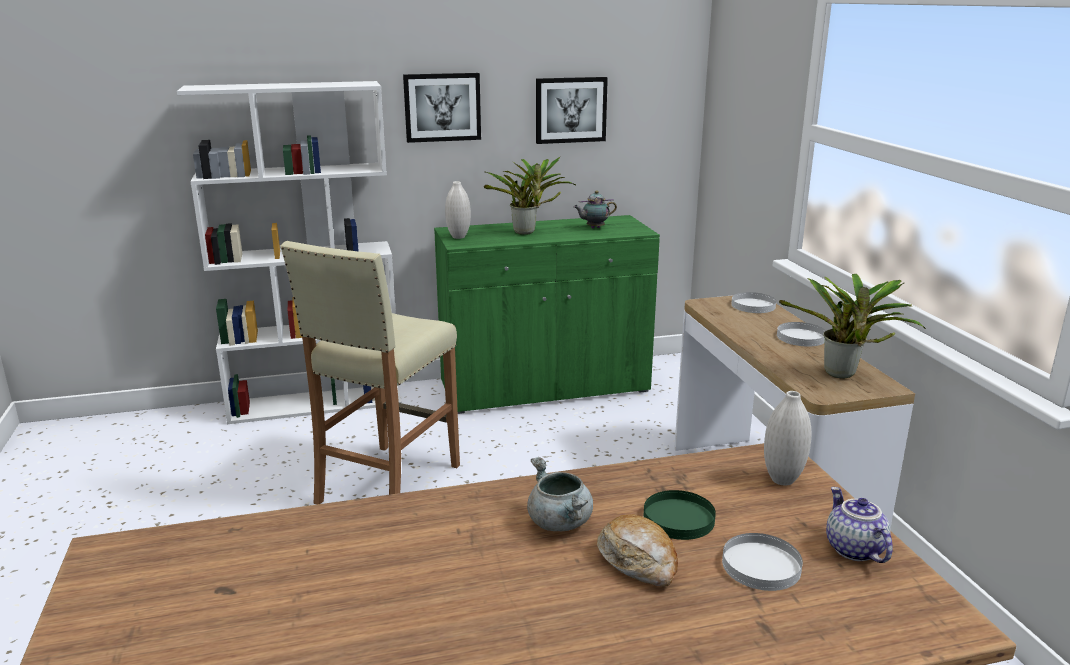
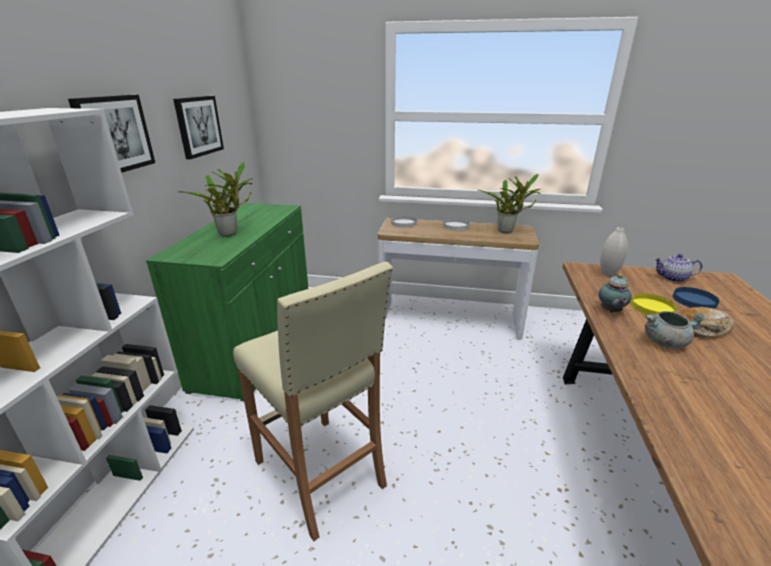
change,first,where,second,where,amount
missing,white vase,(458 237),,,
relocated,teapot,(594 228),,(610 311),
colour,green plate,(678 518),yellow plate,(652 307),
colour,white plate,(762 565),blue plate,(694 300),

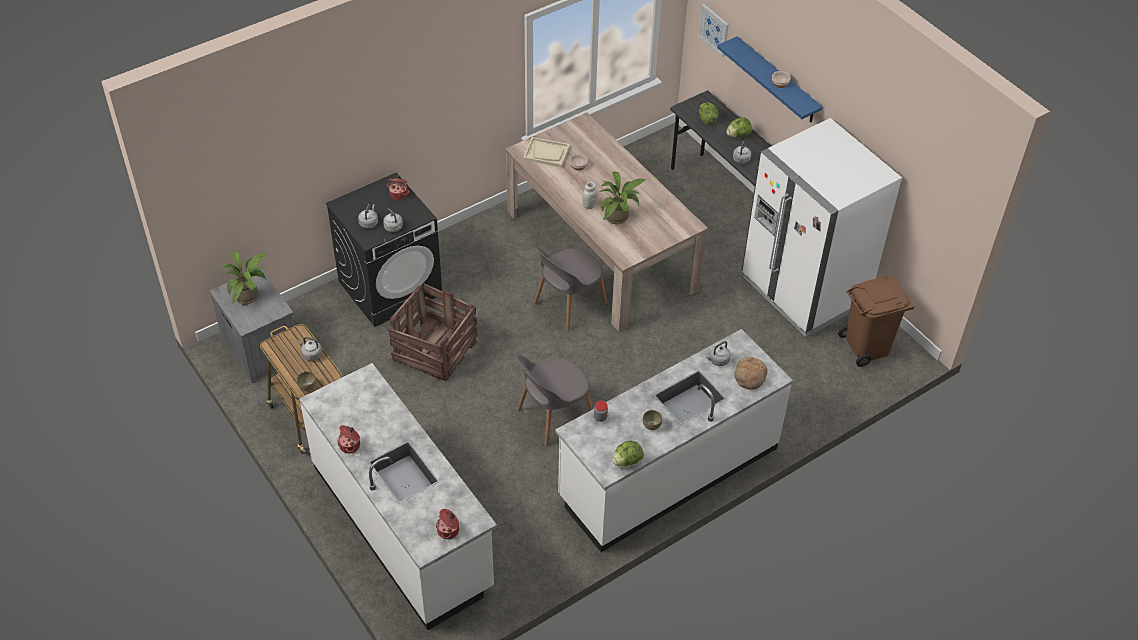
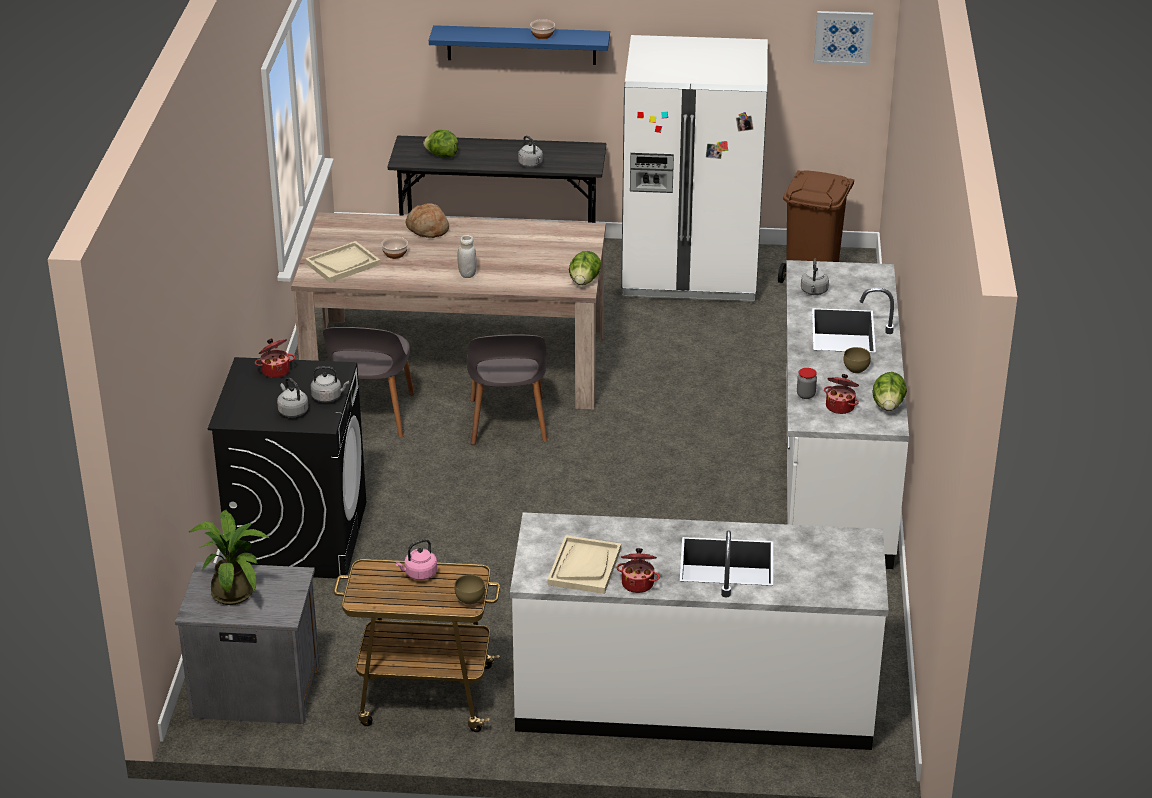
change,first,where,second,where,amount
relocated,picture,(714 30),,(843 37),
relocated,lettuce,(738 135),,(584 281),
missing,potted plant,(619 216),,,
missing,crate,(435 349),,,
colour,grey kettle,(311 354),pink kettle,(419 574),
relocated,grey chair,(553 416),,(371 415),
relocated,bread,(749 376),,(427 229),
relocated,cooking pot,(449 530),,(840 406),
appeared,,,beige tray,(584 566),

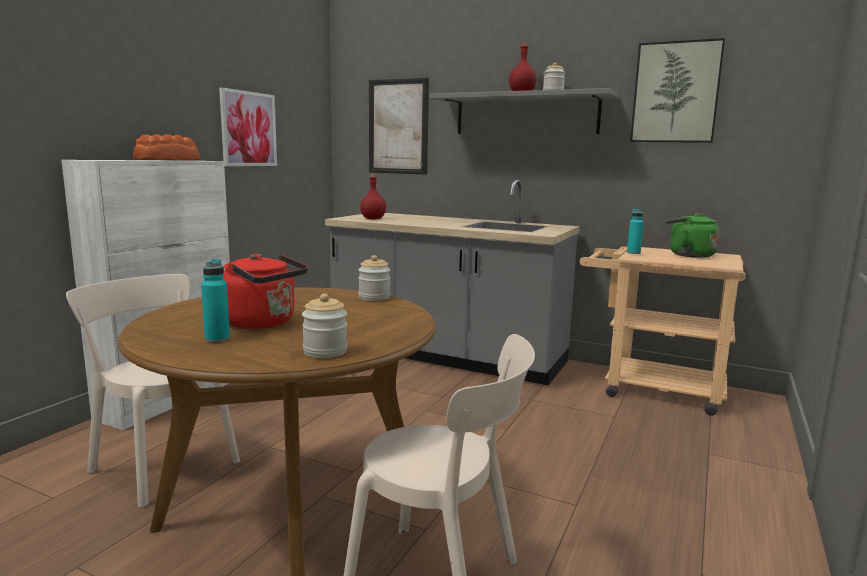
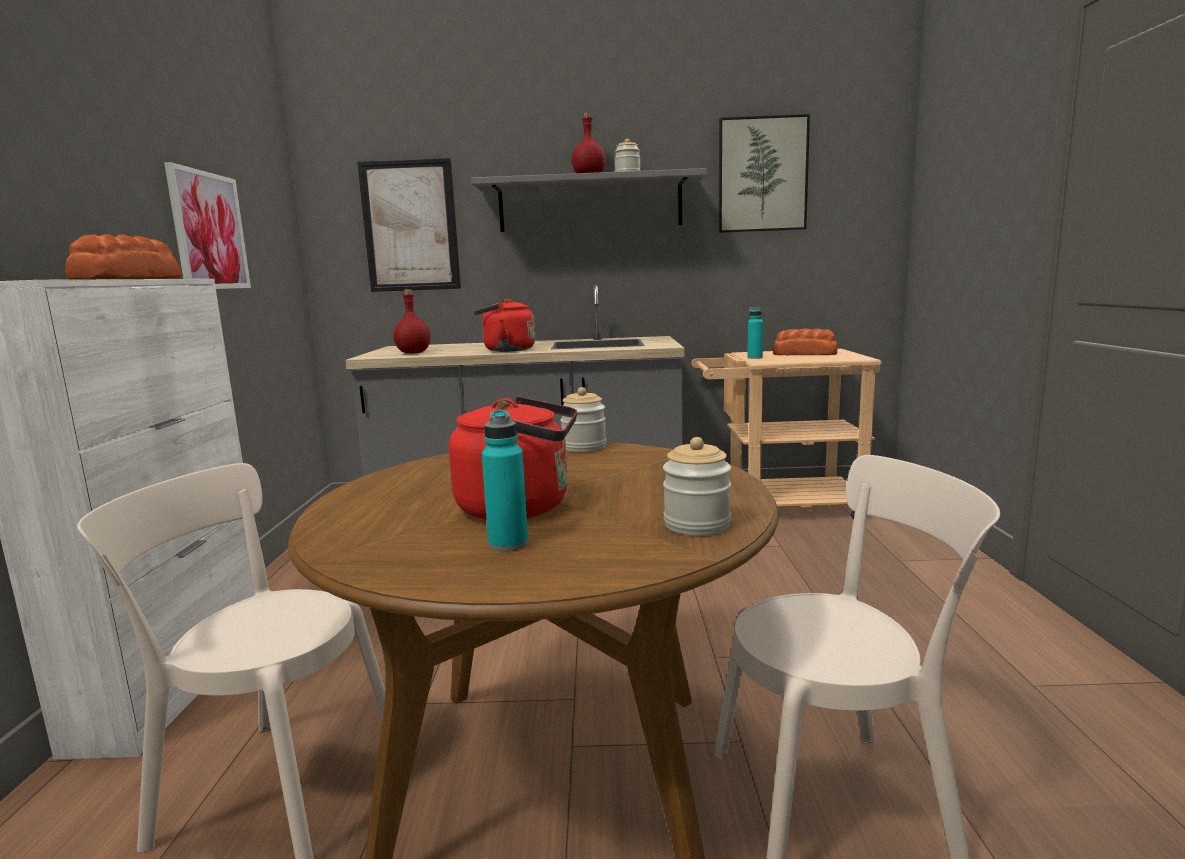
change,first,where,second,where,amount
exchanged,green kettle,(688 255),bread,(803 354),
appeared,,,red kettle,(505 350),

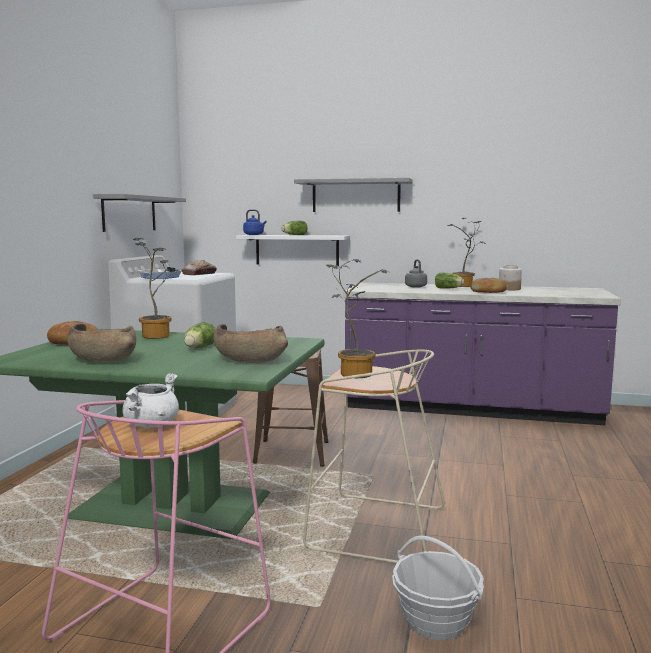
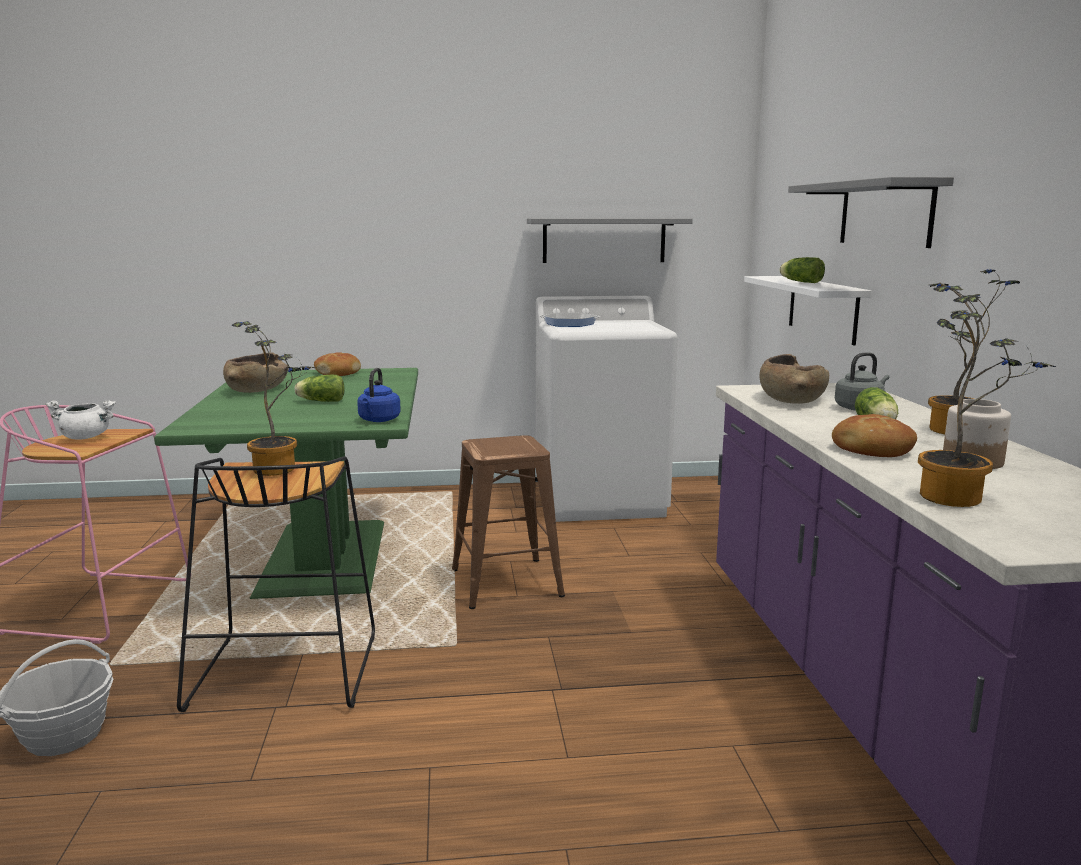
change,first,where,second,where,amount
relocated,blue kettle,(254 235),,(378 420),
relocated,potted plant,(159 335),,(960 498),
missing,bread,(199 274),,,
relocated,brown bowl,(249 360),,(791 399),
colour,beige stool,(374 529),black stool,(284 670),

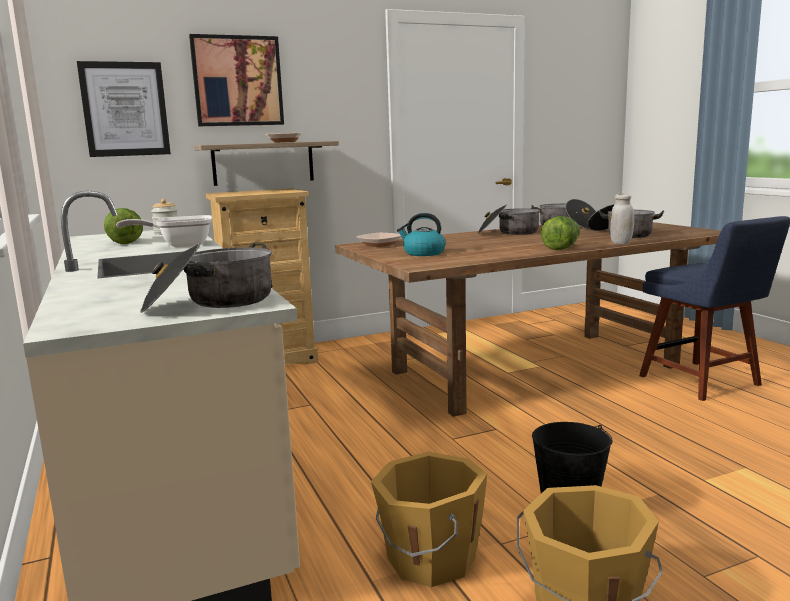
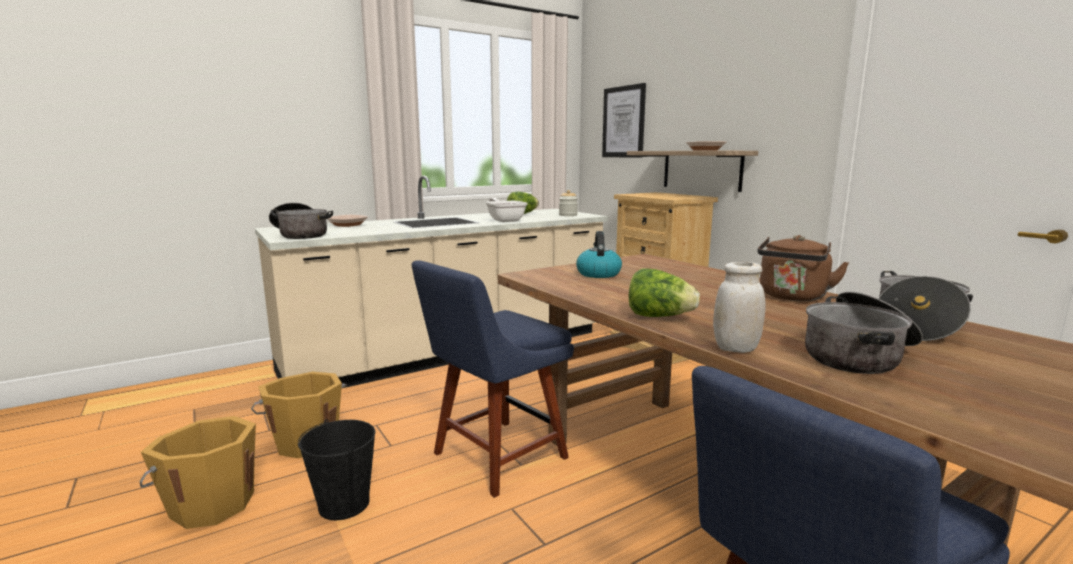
change,first,where,second,where,amount
missing,picture,(237 81),,,
exchanged,cooking pot,(509 233),brown kettle,(792 297),
relocated,bowl,(379 245),,(347 225),
appeared,,,blue chair,(494 458),

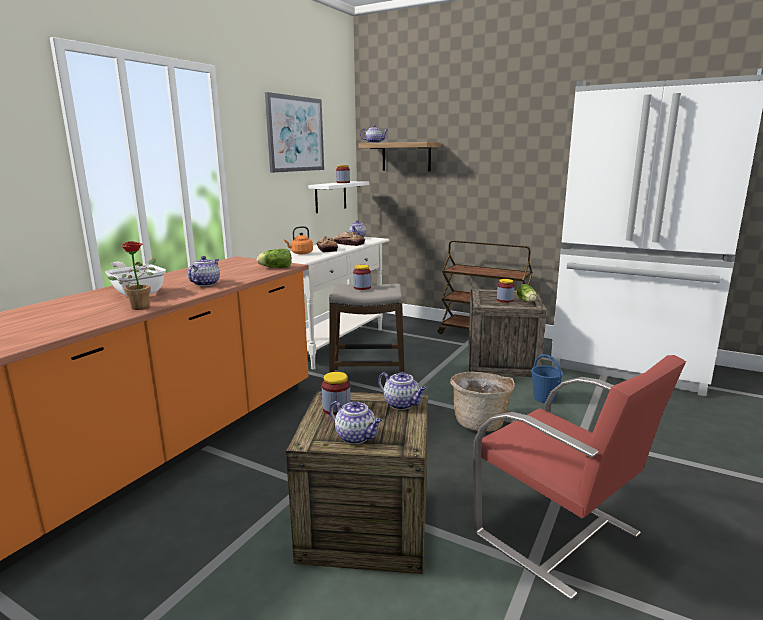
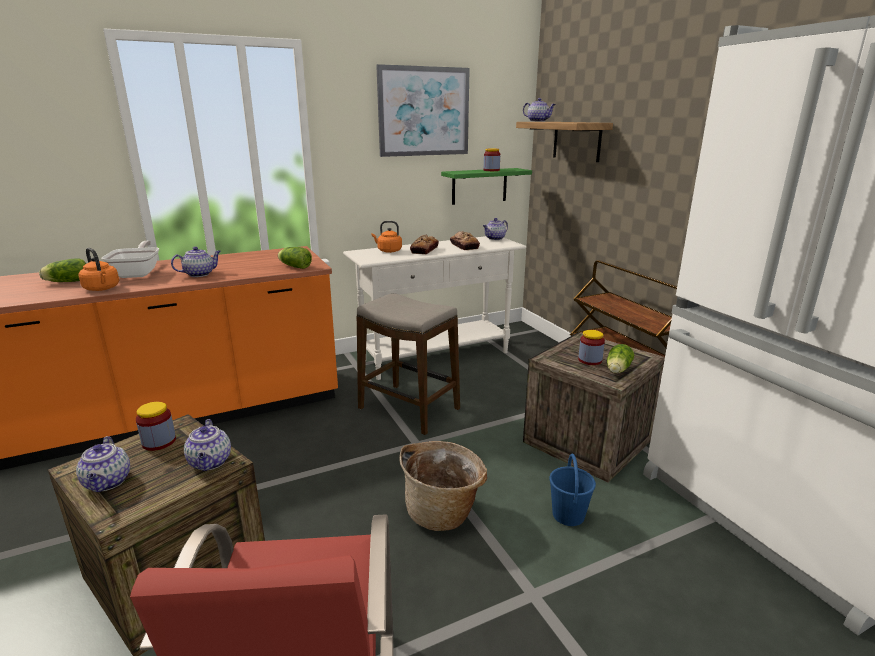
change,first,where,second,where,amount
colour,white shelf,(330 196),green shelf,(479 186),
exchanged,potted plant,(142 306),orange kettle,(102 289),
missing,jar,(362 287),,,
appeared,,,lettuce,(66 282),

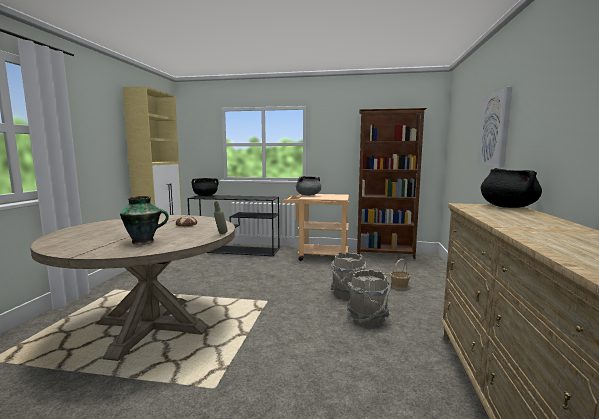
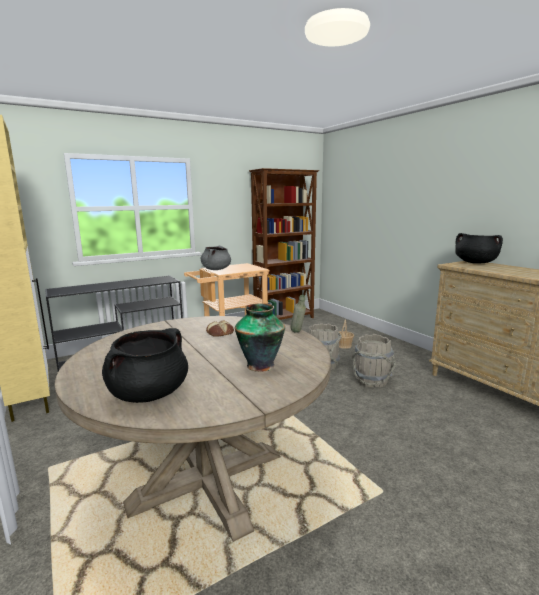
change,first,where,second,where,amount
missing,picture,(495 130),,,
relocated,black cooking pot,(205 195),,(149 394),

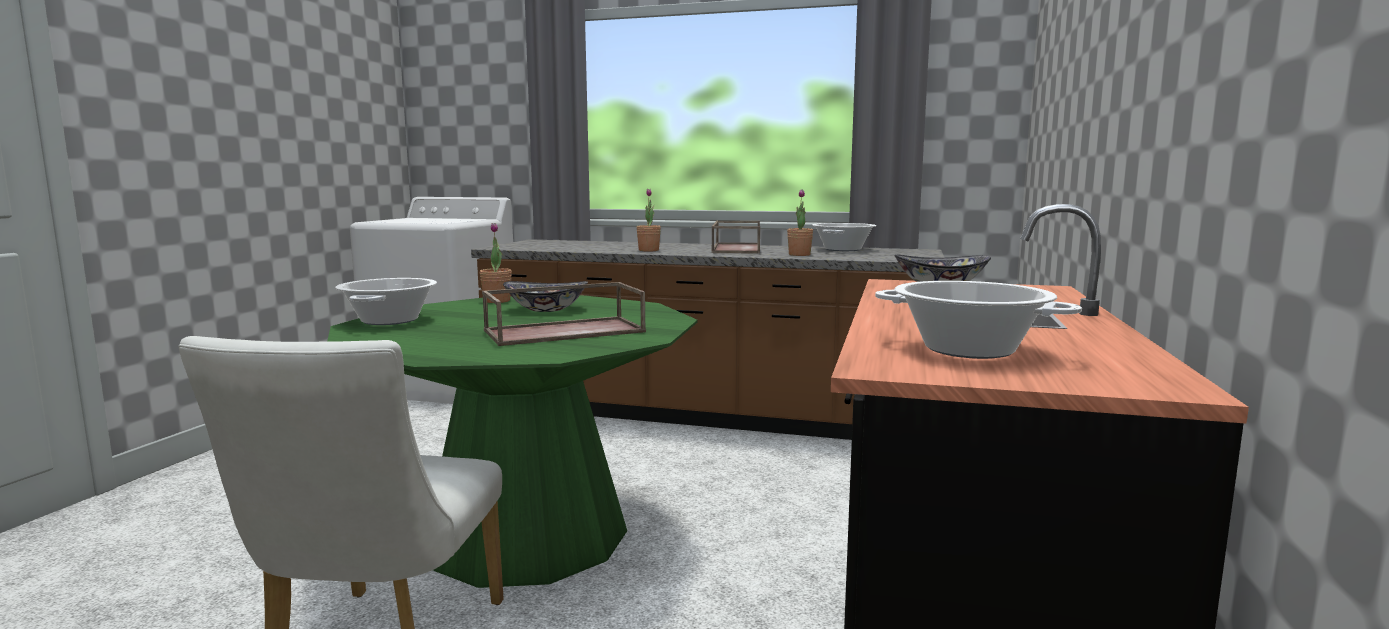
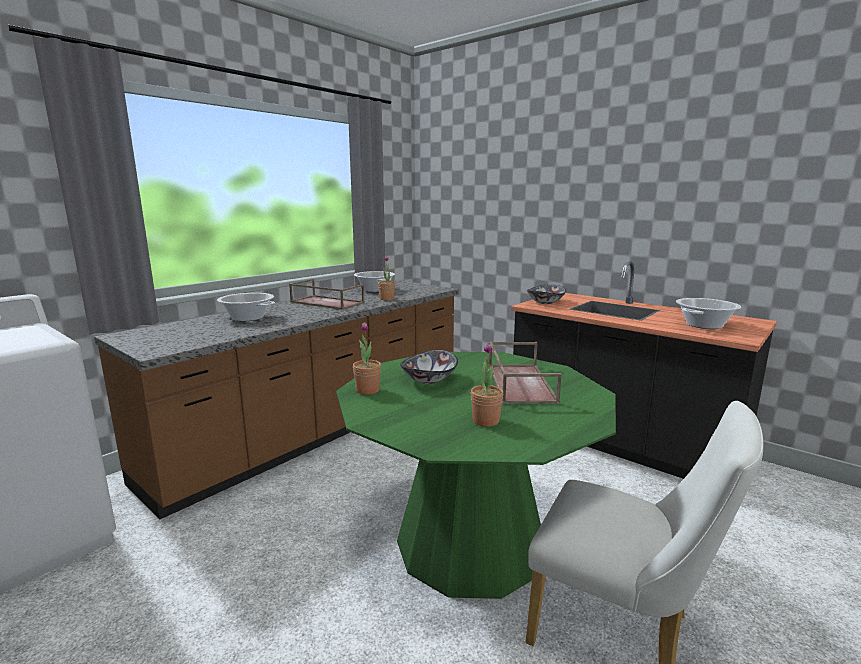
change,first,where,second,where,amount
relocated,potted plant,(648 250),,(486 421),
relocated,cooking pot,(390 320),,(248 318),

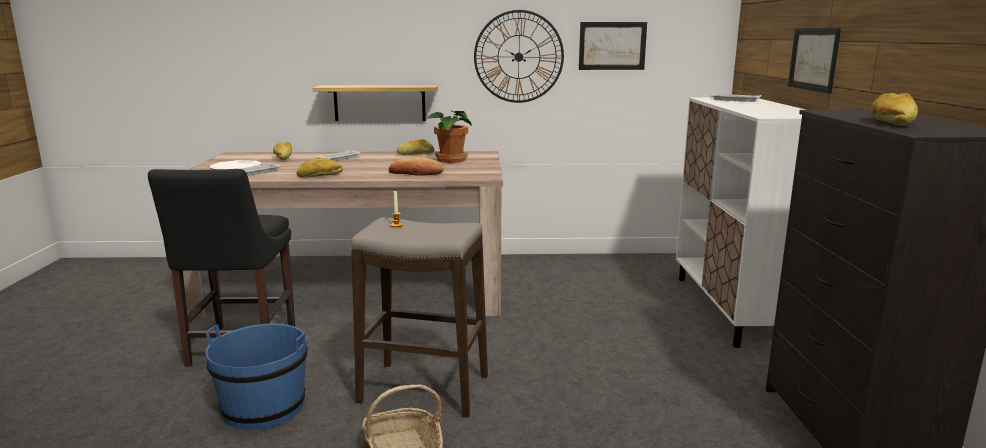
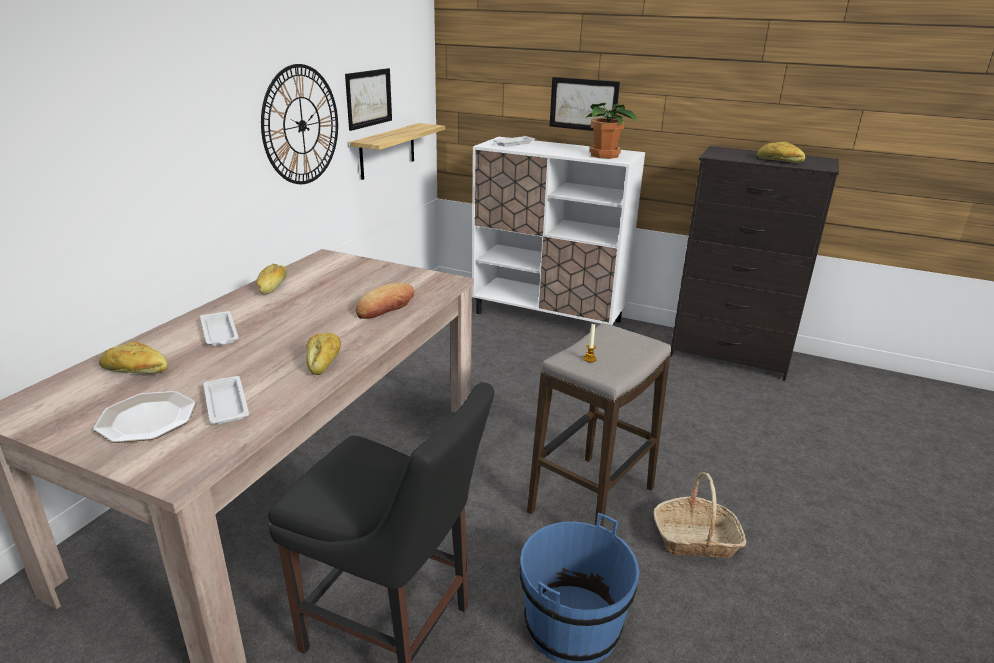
change,first,where,second,where,amount
relocated,shelf,(379 103),,(387 150),
relocated,potted plant,(450 160),,(605 156),

